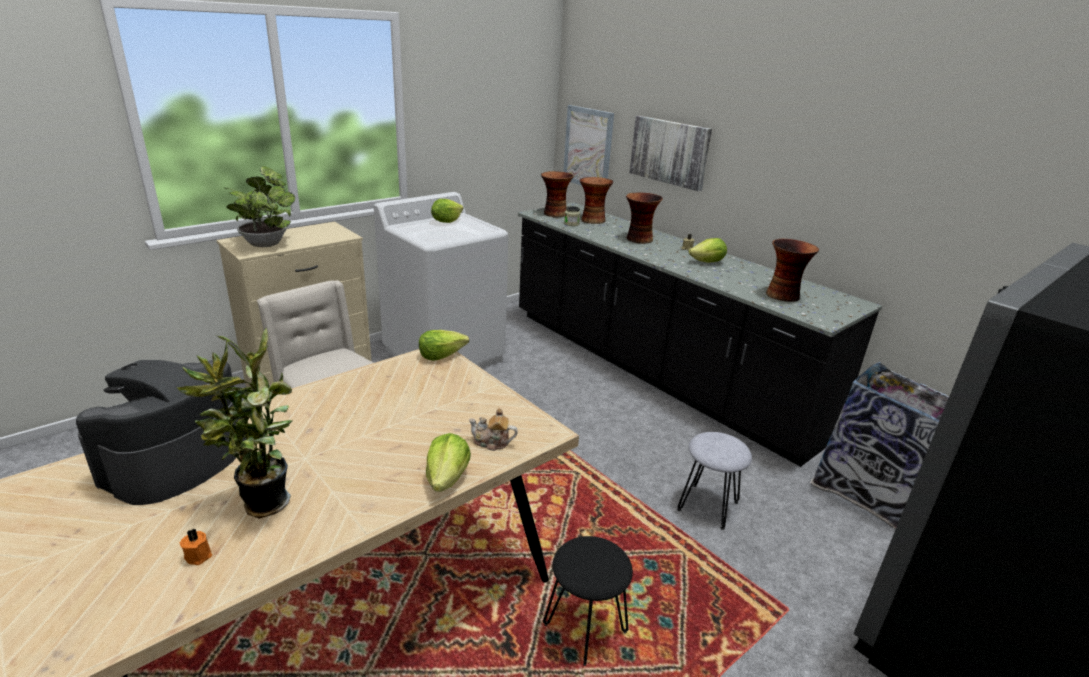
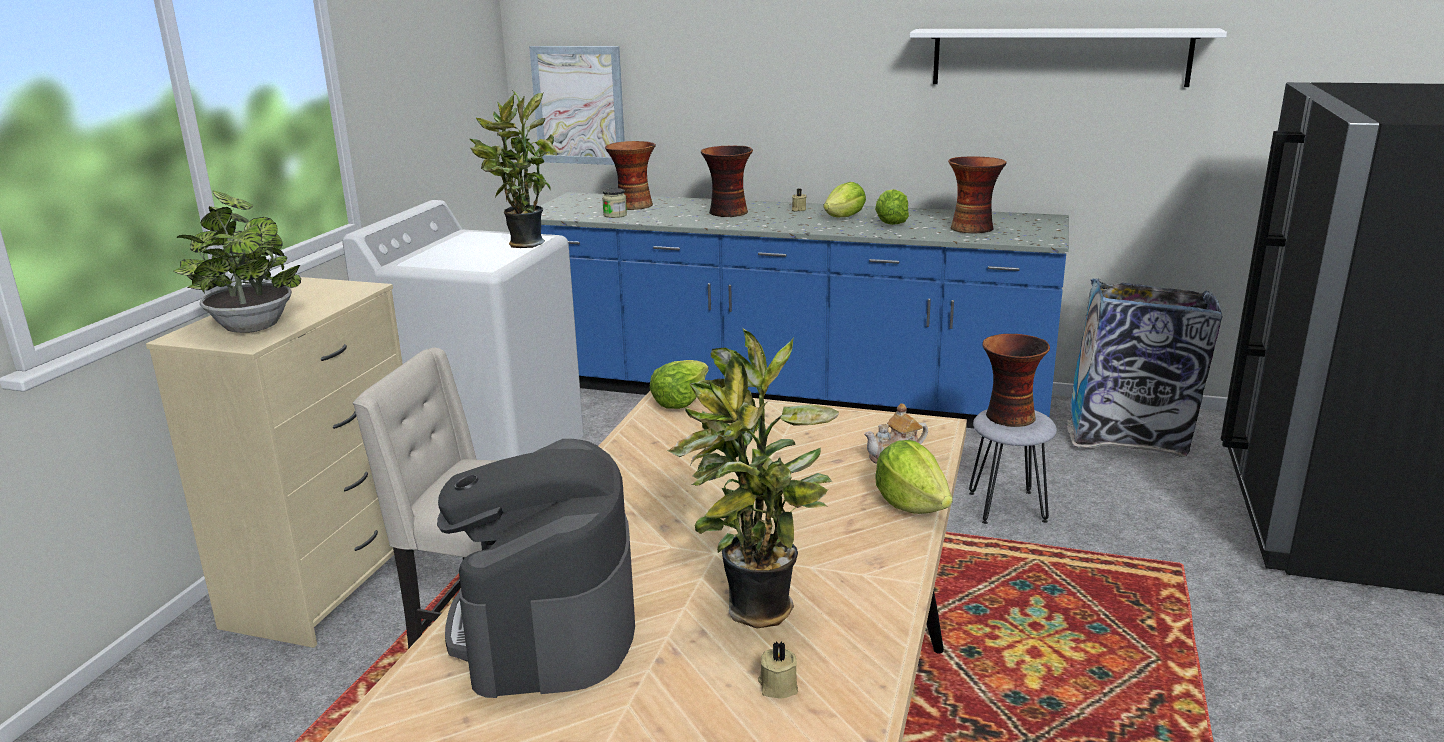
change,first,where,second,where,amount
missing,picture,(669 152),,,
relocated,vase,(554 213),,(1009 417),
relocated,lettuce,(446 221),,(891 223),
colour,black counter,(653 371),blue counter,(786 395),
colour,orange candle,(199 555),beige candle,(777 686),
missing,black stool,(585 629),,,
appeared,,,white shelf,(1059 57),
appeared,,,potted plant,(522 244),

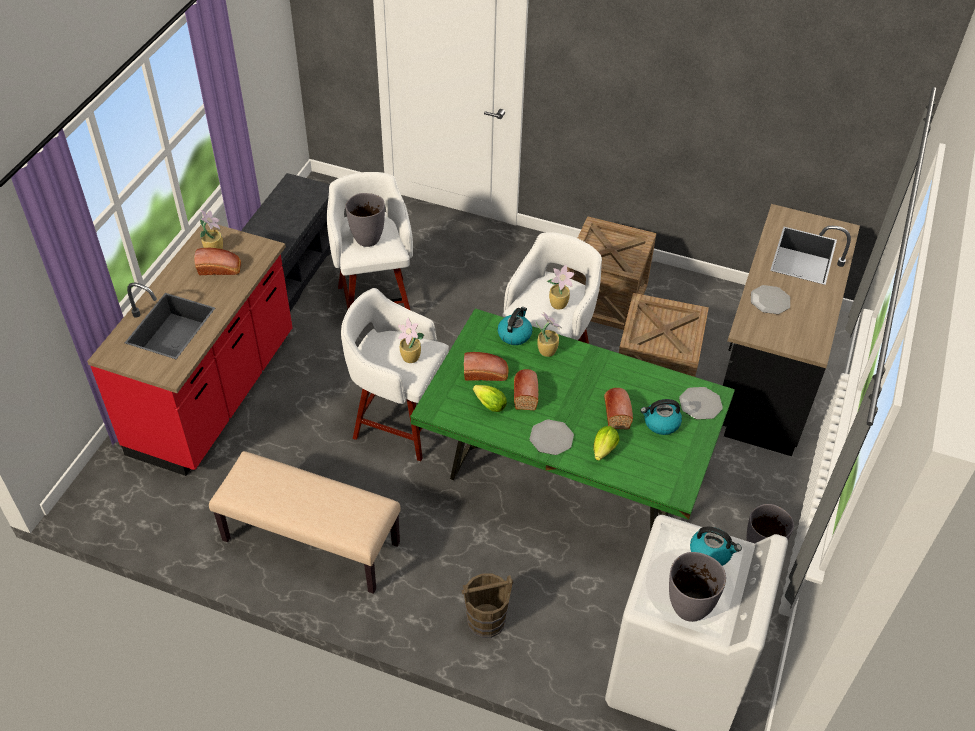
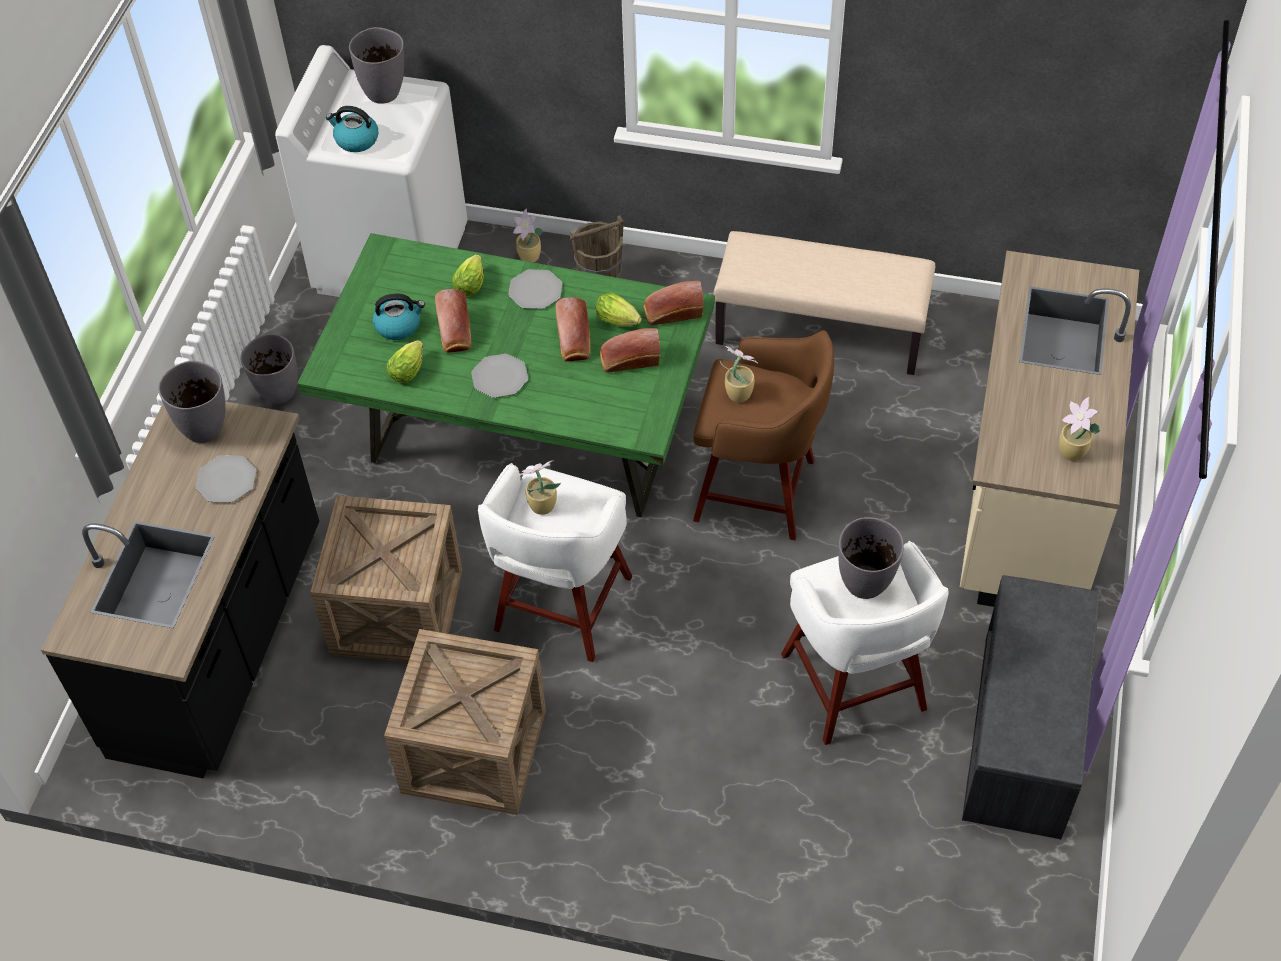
change,first,where,second,where,amount
colour,red counter,(215 395),beige counter,(1027 495),
relocated,bread,(221 269),,(672 313),
colour,white stool,(398 421),brown stool,(759 491),
missing,kettle,(514 334),,,
relocated,potted plant,(547 350),,(529 257),
relocated,plate,(700 404),,(500 377),
appeared,,,lettuce,(409 369),
appeared,,,grey vase,(205 429),

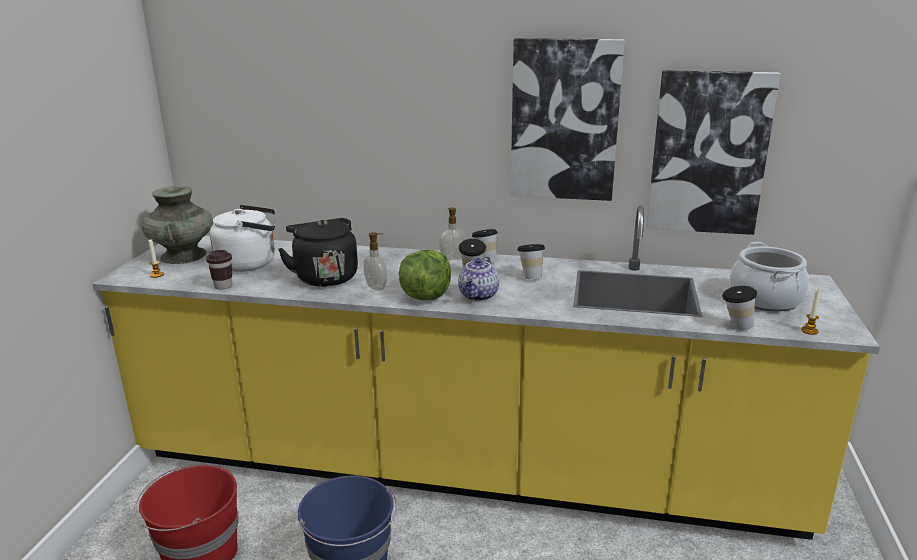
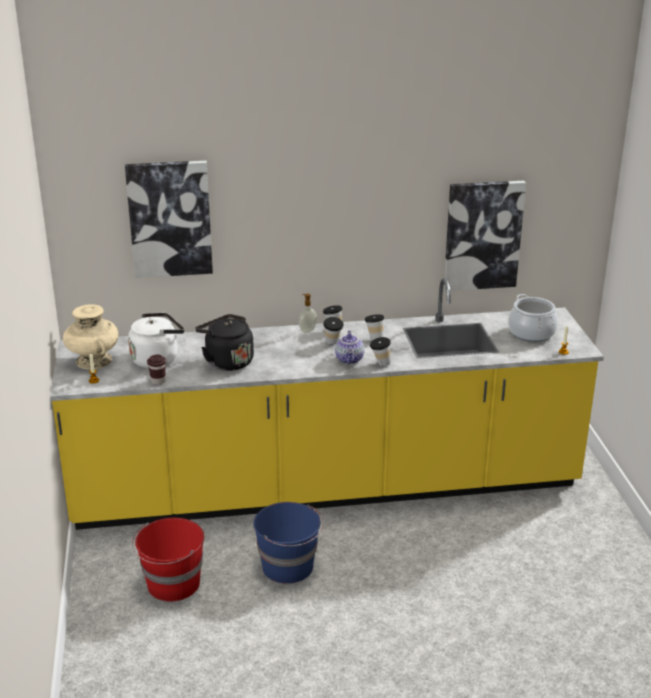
change,first,where,second,where,amount
relocated,picture,(564 120),,(170 219),
colour,turquoise vase,(183 256),beige vase,(94 361),
missing,soap dispenser,(377 287),,,
missing,lettuce,(425 296),,,
relocated,cup,(735 327),,(380 364),

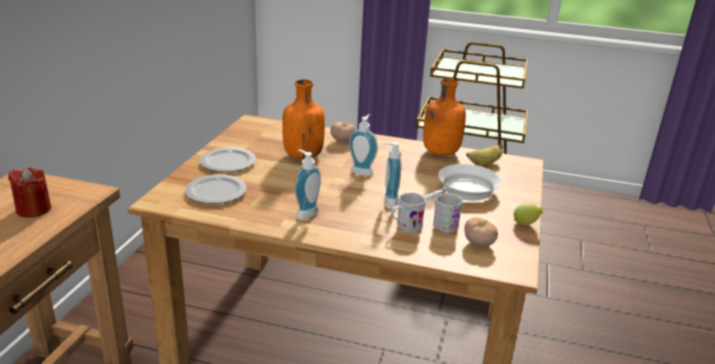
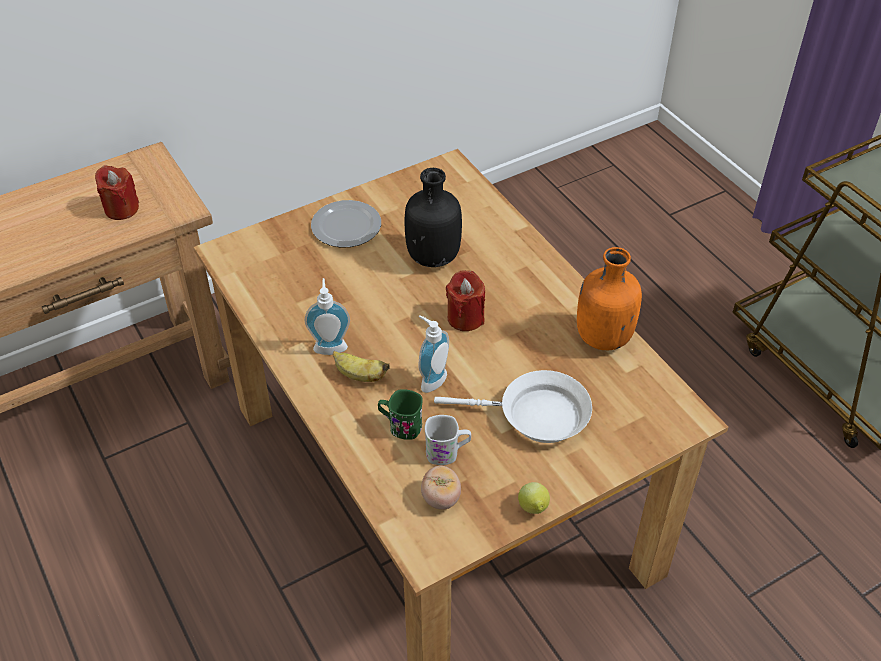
change,first,where,second,where,amount
colour,orange bottle,(302 155),black bottle,(433 255),
exchanged,soap dispenser,(363 171),red candle,(465 318),
missing,tomato,(342 141),,,
relocated,banana,(484 163),,(359 376),
missing,plate,(215 191),,,
colour,white mug,(405 226),green mug,(400 426),

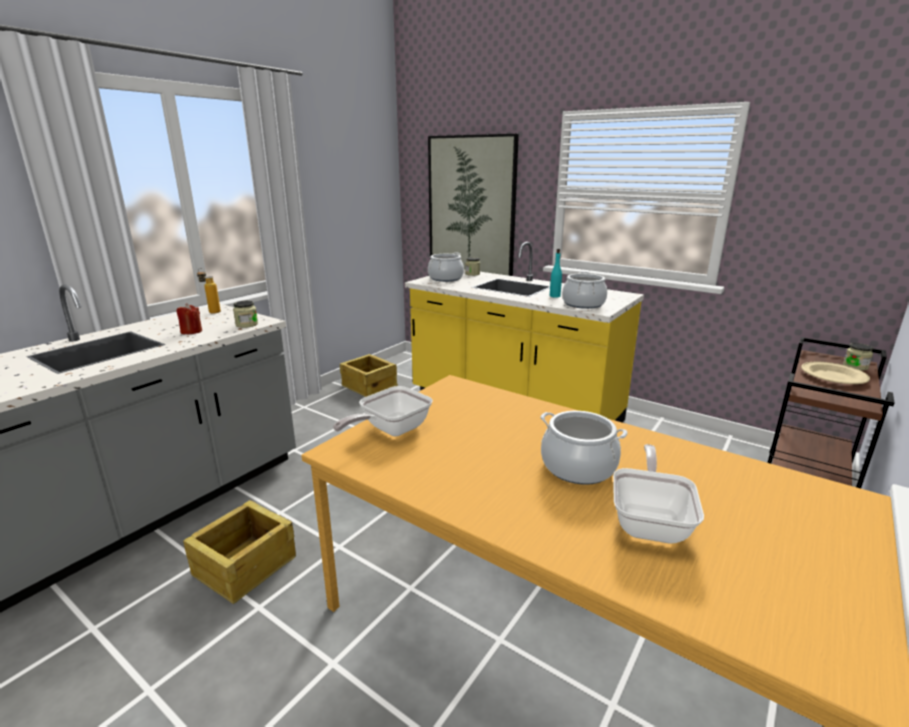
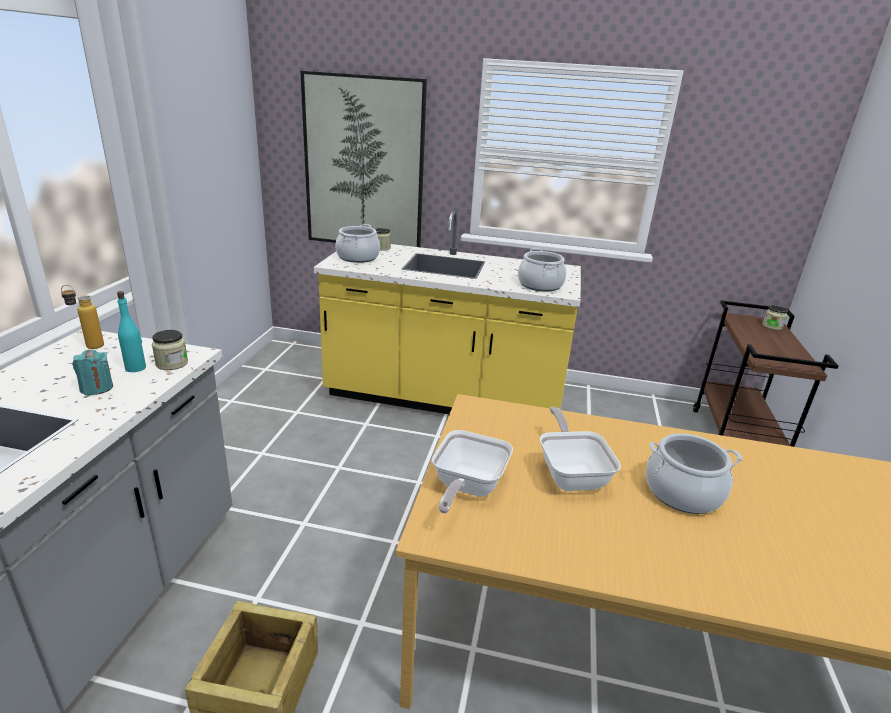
change,first,where,second,where,amount
relocated,turquoise bottle,(555 296),,(136 368),
colour,red candle,(191 331),turquoise candle,(96 388),
missing,crate,(369 386),,,
missing,beige plate,(833 376),,,
relocated,frying pan,(650 521),,(571 473),

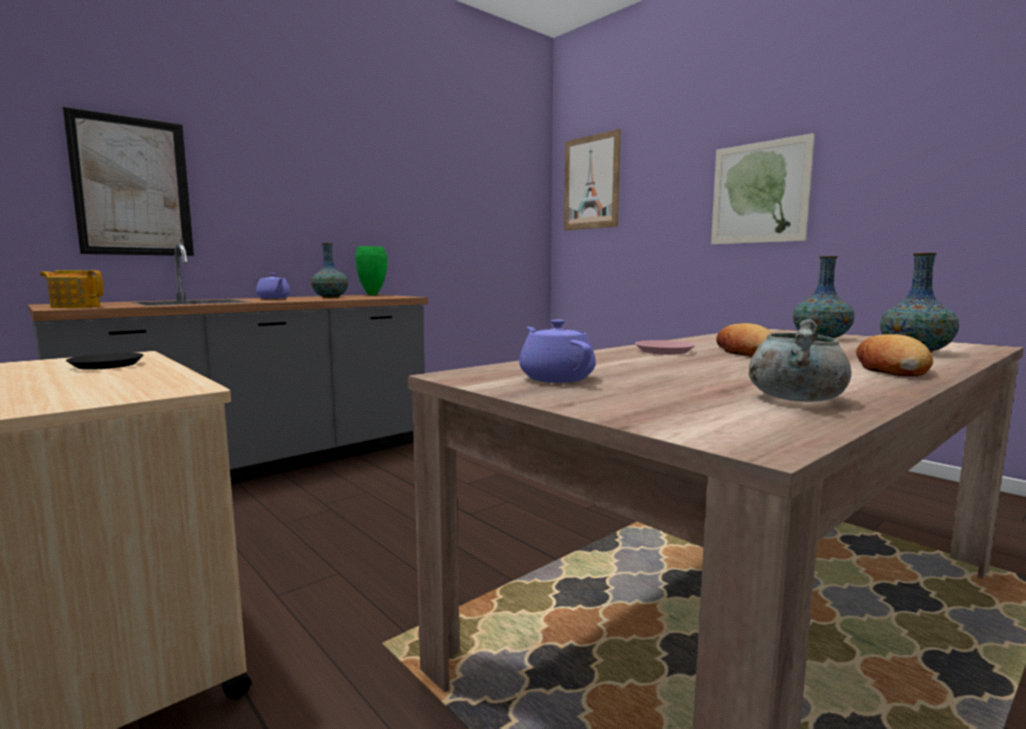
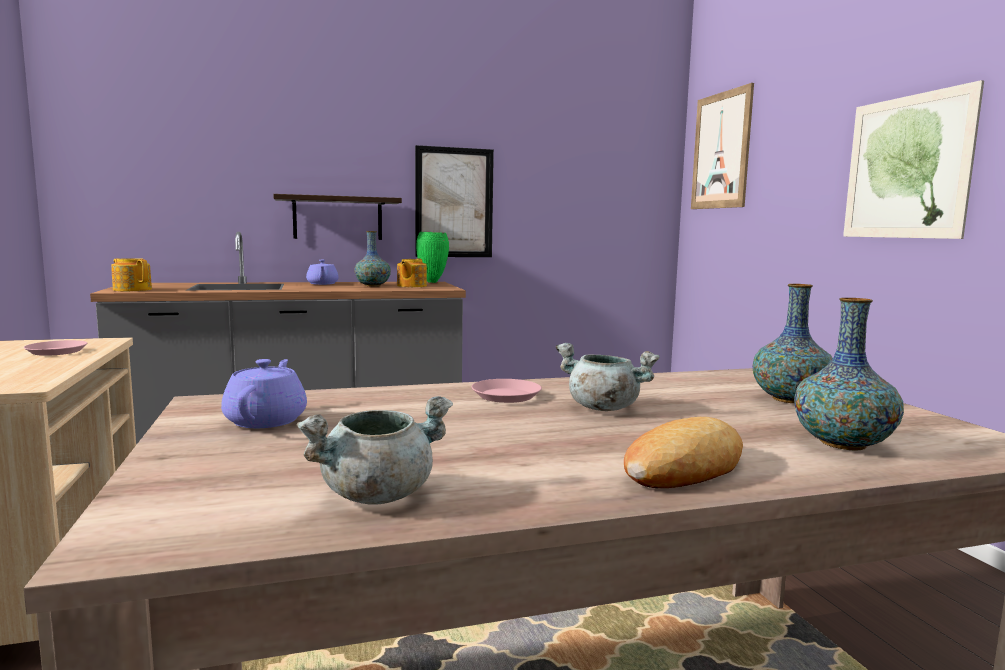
change,first,where,second,where,amount
relocated,picture,(132 187),,(454 203),
exchanged,bread,(744 351),grey cooking pot,(602 408),
colour,black plate,(107 365),pink plate,(56 351),
appeared,,,shelf,(338 218),
appeared,,,teapot,(411 286),

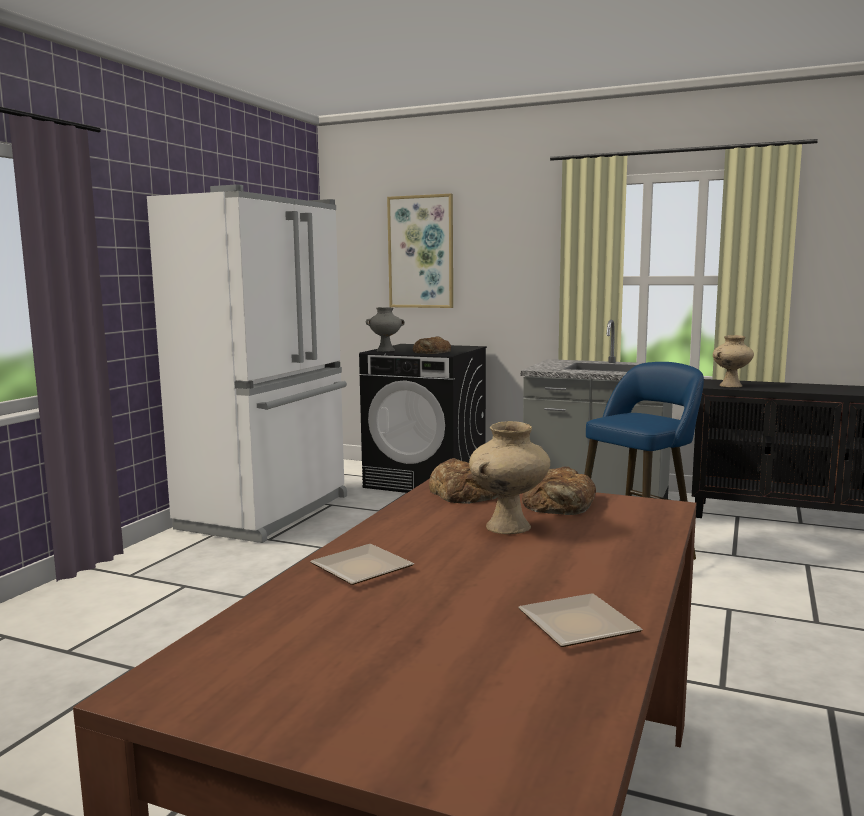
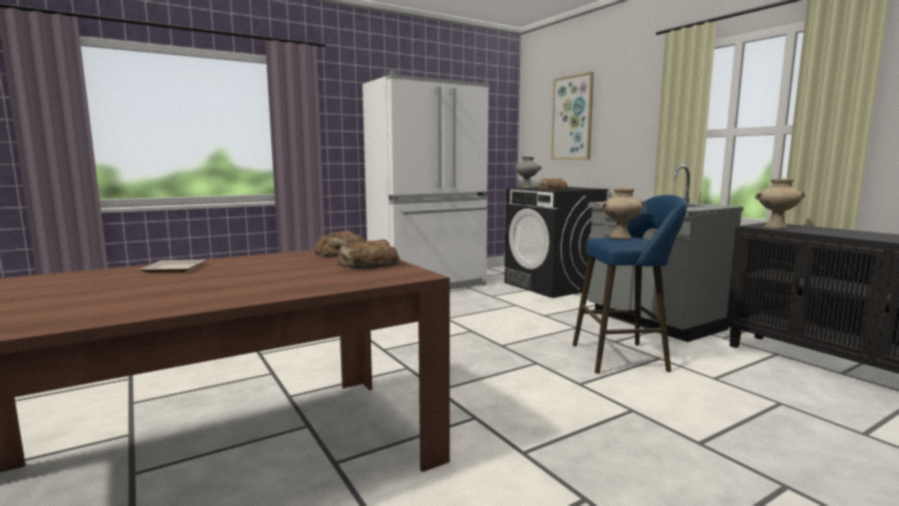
change,first,where,second,where,amount
relocated,beige vase,(508 527),,(620 237),
missing,plate,(582 626),,,

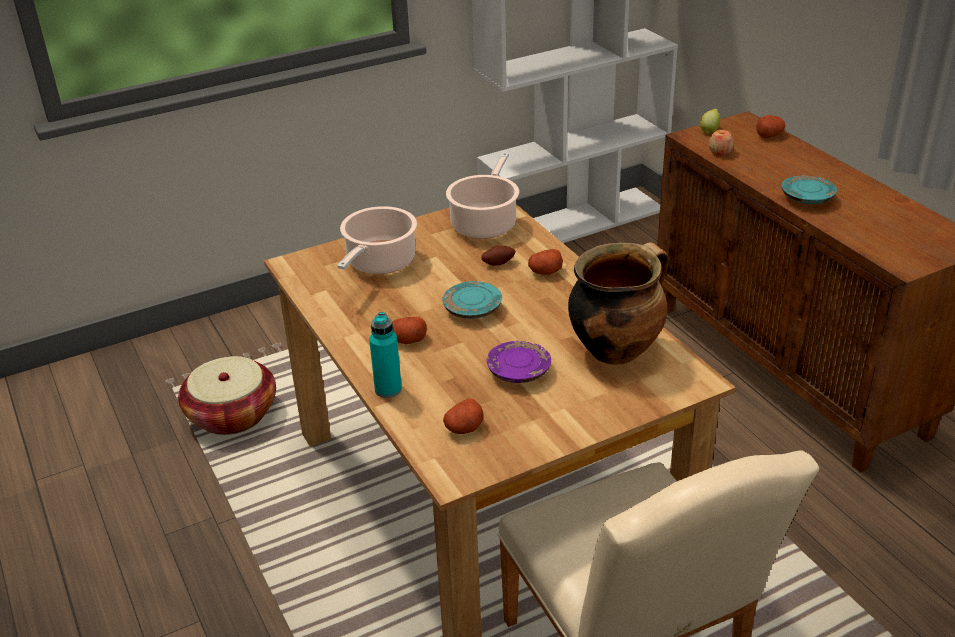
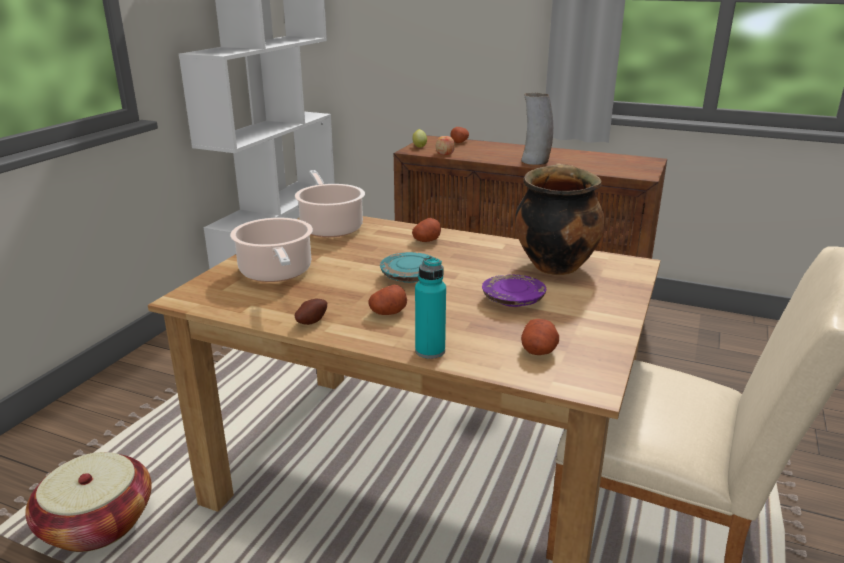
change,first,where,second,where,amount
exchanged,turquoise plate,(807 198),vase,(535 161),
relocated,potato,(498 263),,(311 321),

